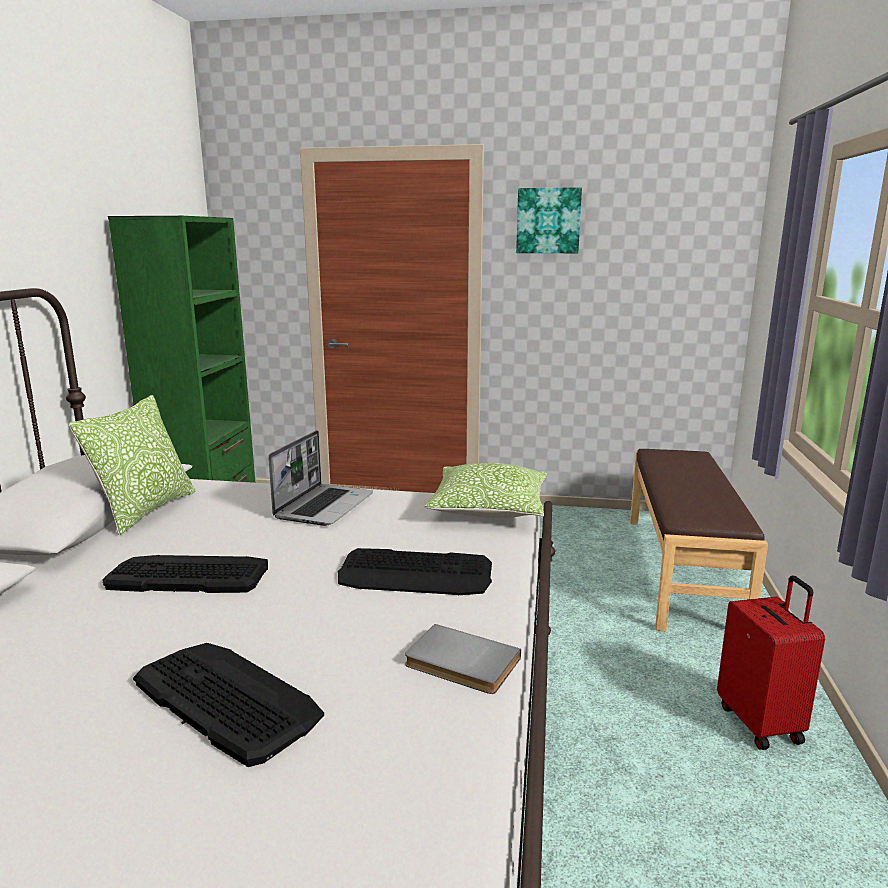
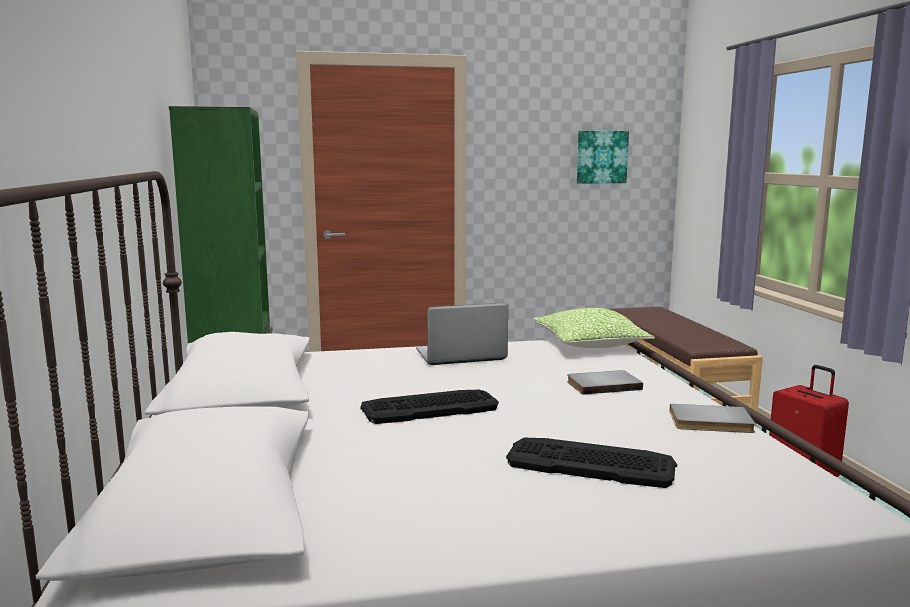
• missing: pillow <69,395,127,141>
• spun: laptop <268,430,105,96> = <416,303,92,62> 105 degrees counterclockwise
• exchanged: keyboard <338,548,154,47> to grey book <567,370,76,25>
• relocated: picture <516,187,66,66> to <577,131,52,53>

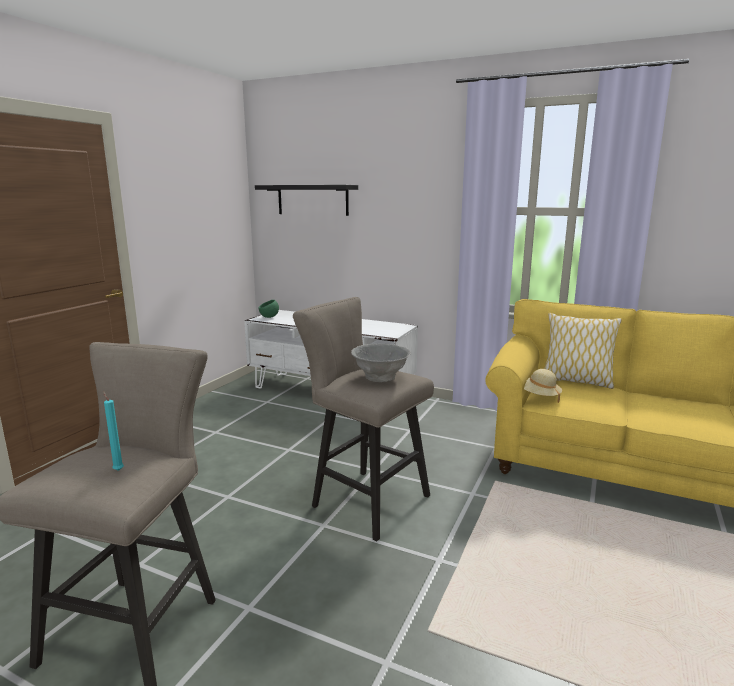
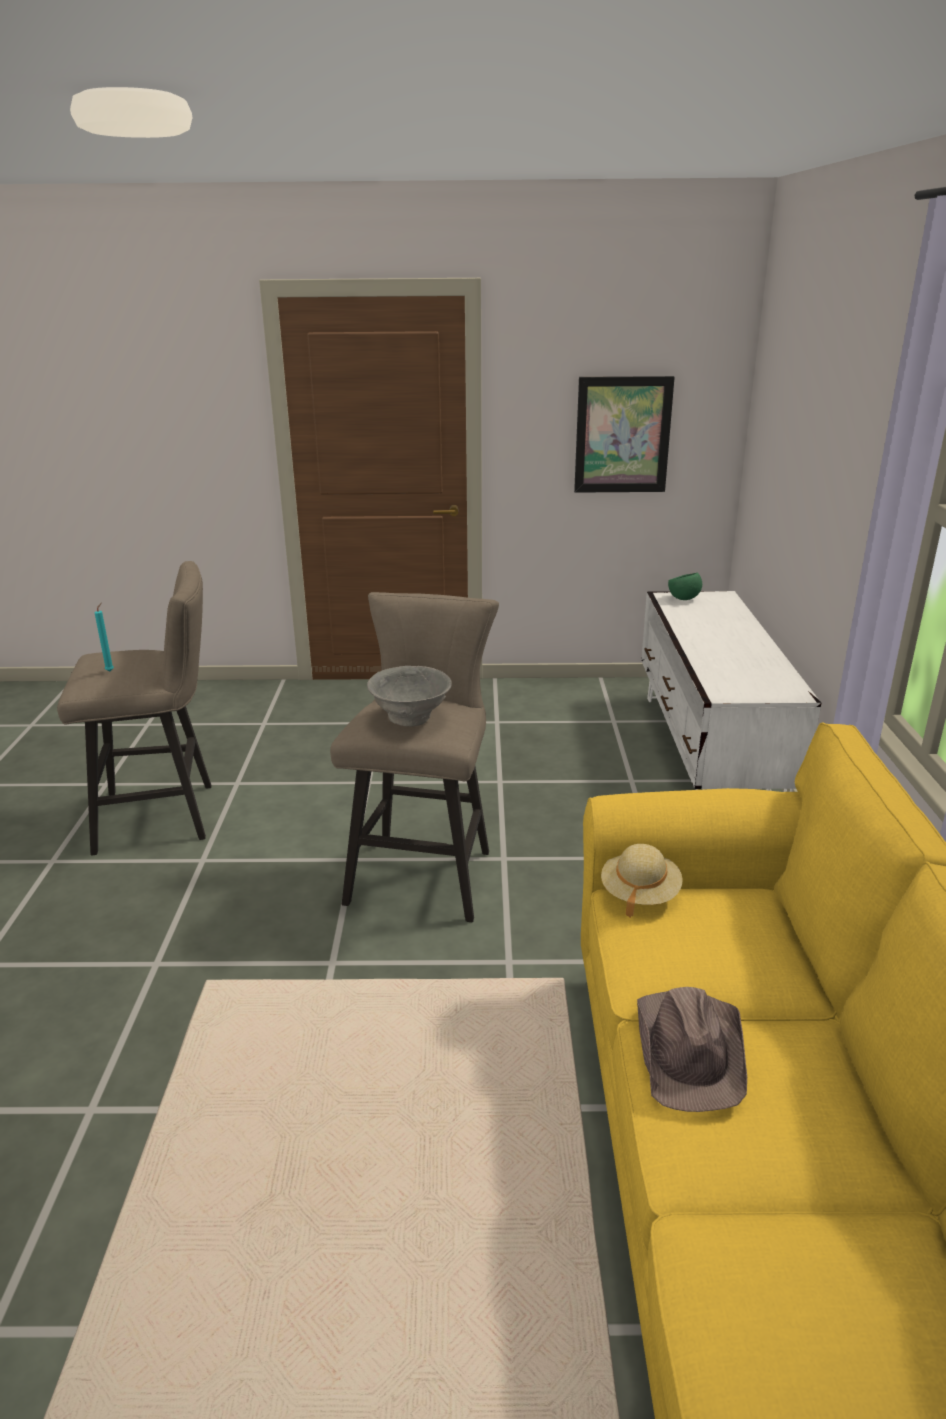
• missing: black shelf <255,185,103,31>
• missing: pillow <544,313,78,76>
• appeared: picture <574,376,101,117>
• appeared: brown hat <637,987,110,125>

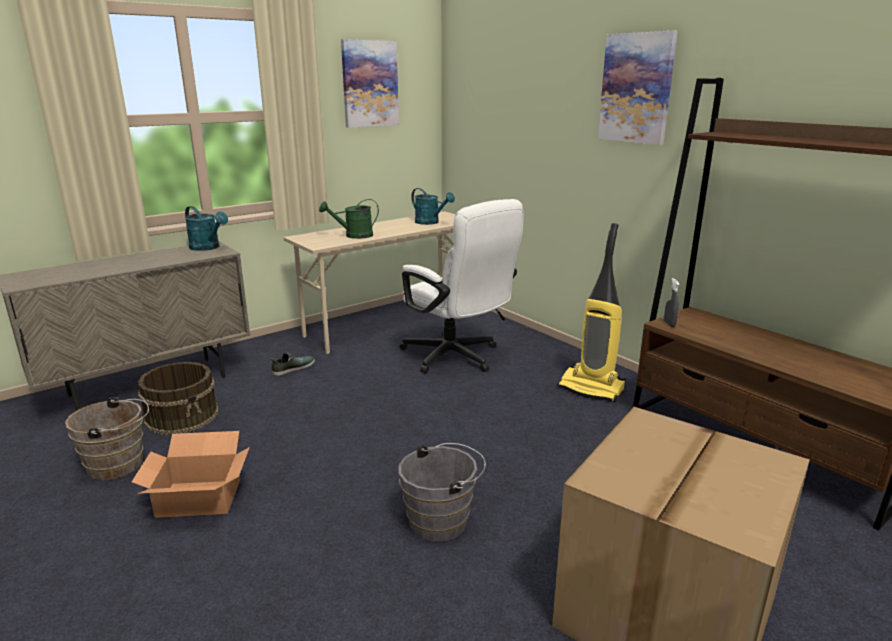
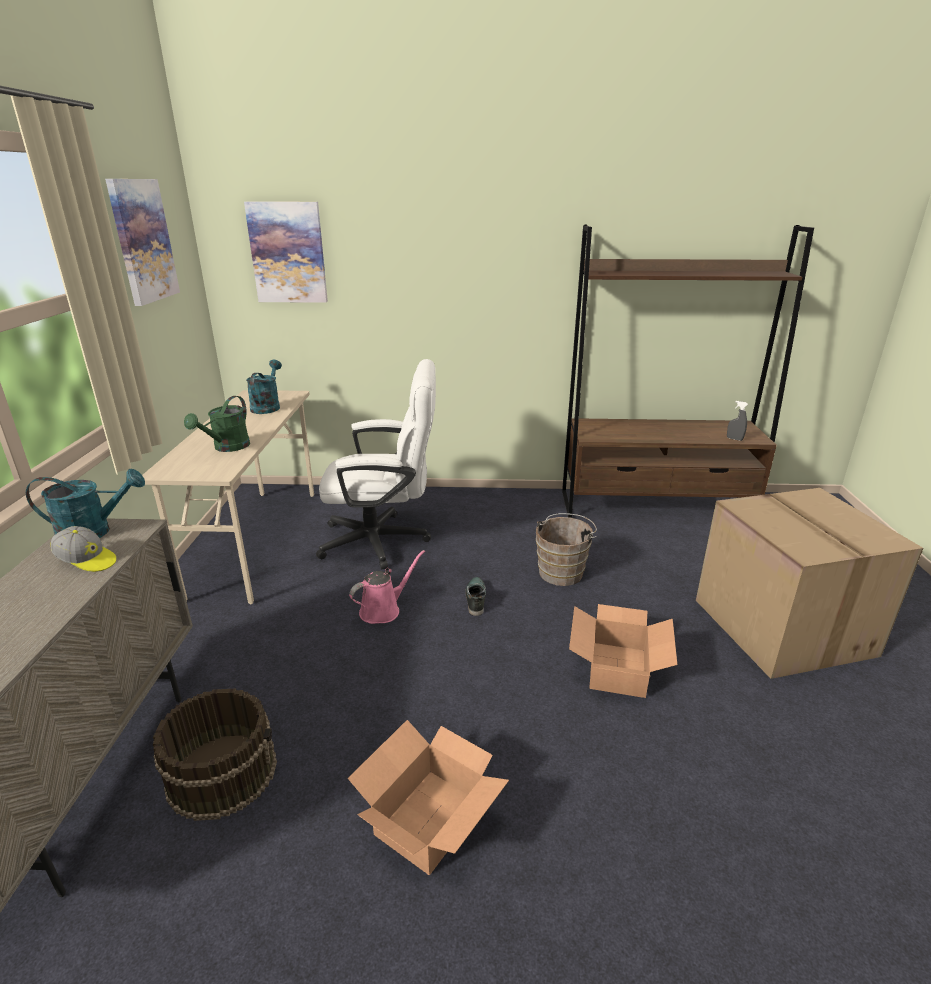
• relocated: brown bucket <65,397,84,83> to <536,513,61,73>
• relocated: shoe <270,353,45,23> to <465,577,21,39>
• exchanged: grey bucket <399,443,87,99> to cardboard box <569,604,108,94>
• spun: turquoise watering can <411,188,44,37> = <246,360,36,54> 75 degrees counterclockwise
• missing: vacuum cleaner <557,223,69,180>
• relocated: picture <598,31,80,114> to <244,202,84,101>
• relocated: grey spray bottle <664,278,16,49> to <727,401,21,40>
• appeared: cap <51,526,65,46>
• appeared: pink watering can <349,550,76,74>

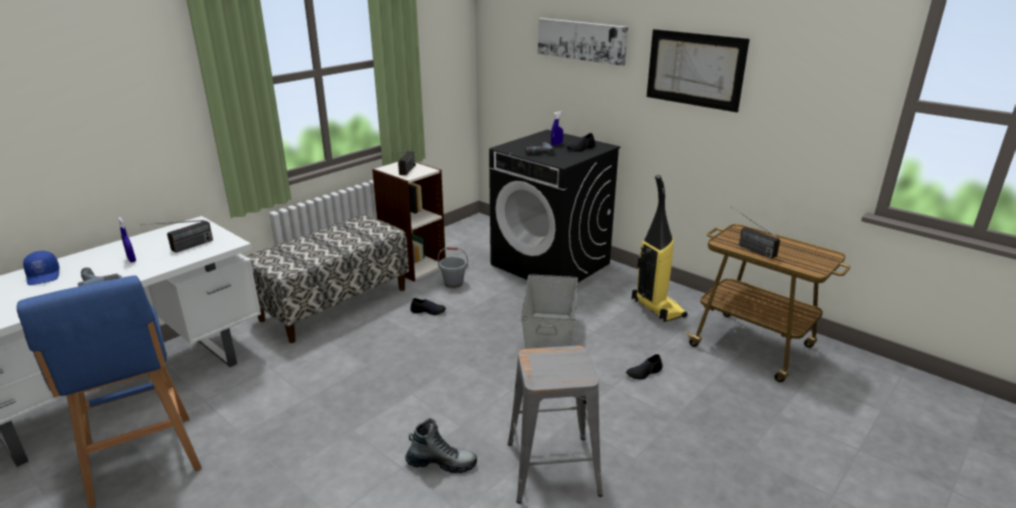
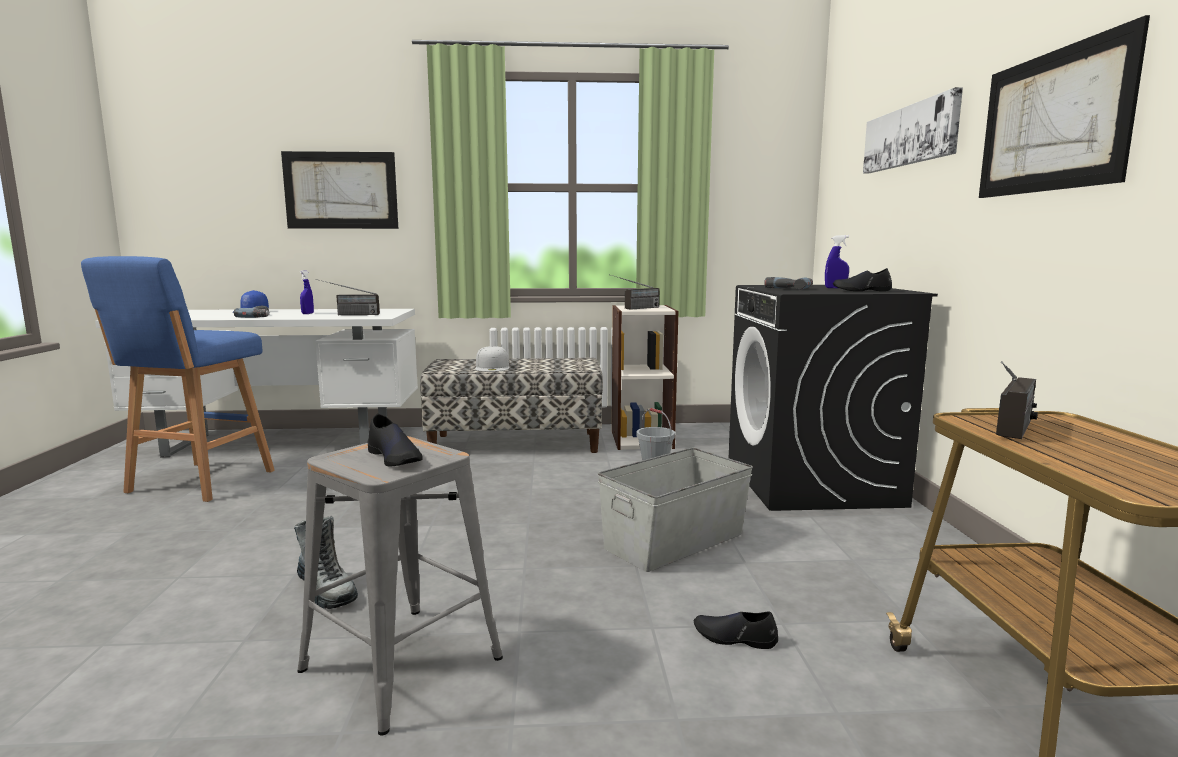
• relocated: black shoe <410,298,36,17> to <368,414,55,52>
• missing: vacuum cleaner <632,175,55,147>
• spun: radio <732,207,48,52> = <996,361,42,78> 150 degrees counterclockwise
• appeared: picture <281,151,117,78>
• appeared: white cap <475,346,34,26>

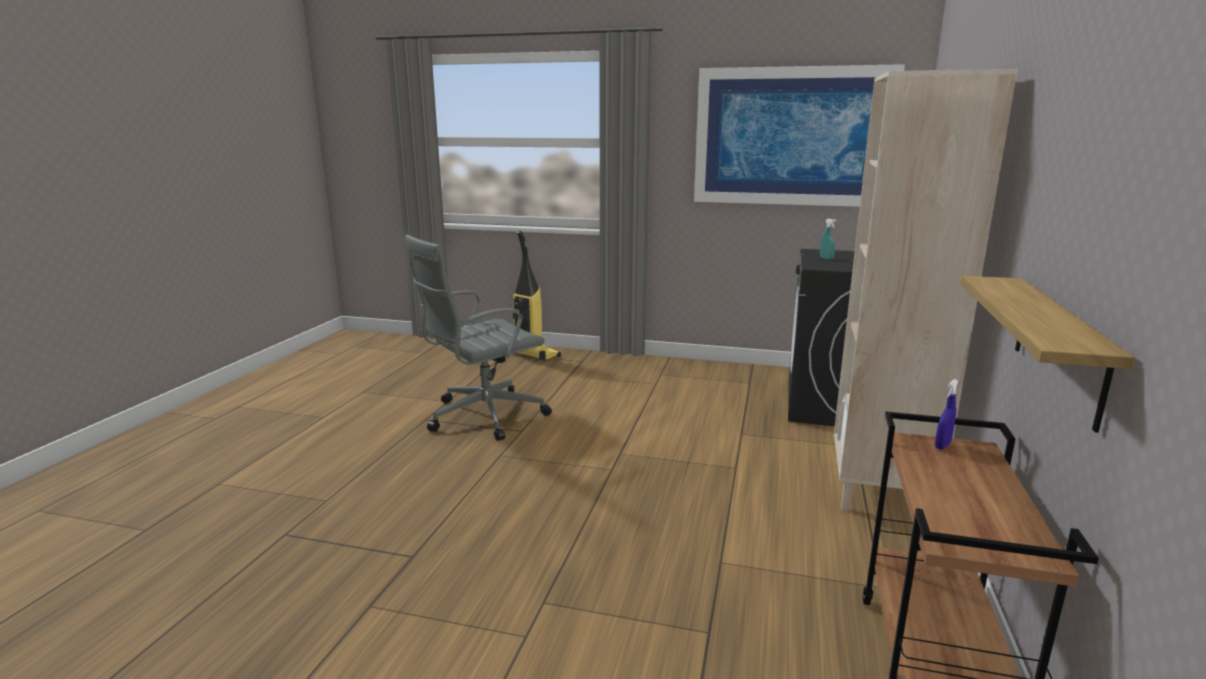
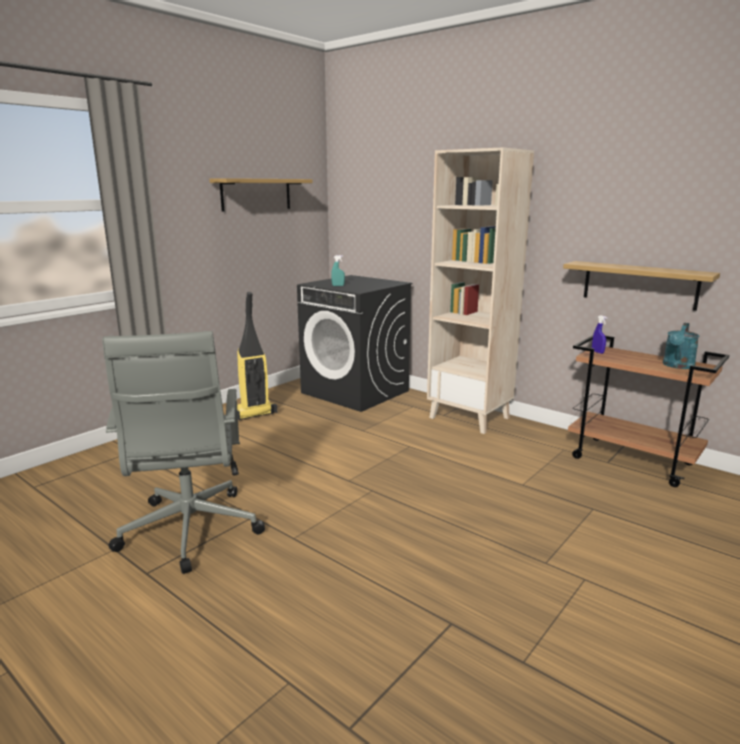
• relocated: vacuum cleaner <513,231,48,130> to <237,292,40,129>
• exchanged: picture <694,64,211,143> to shelf <209,178,104,34>
• appeared: turquoise watering can <663,323,36,46>

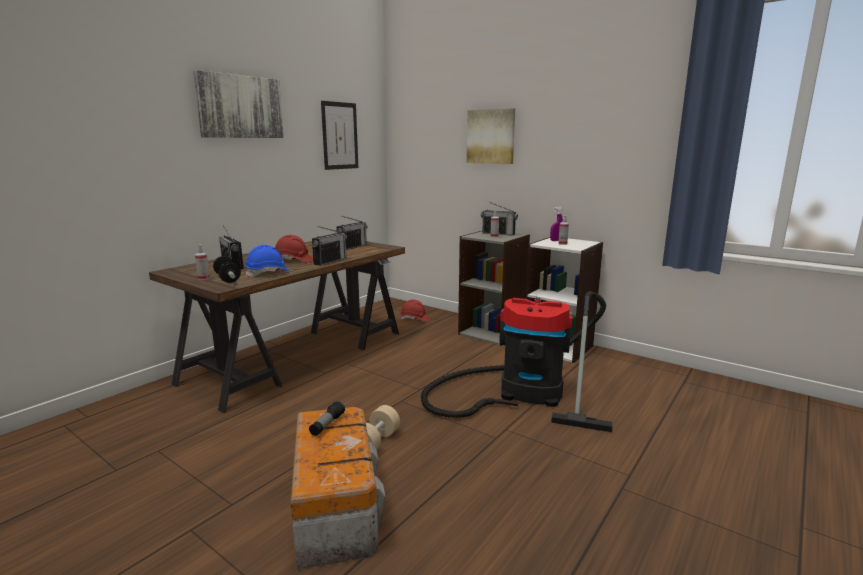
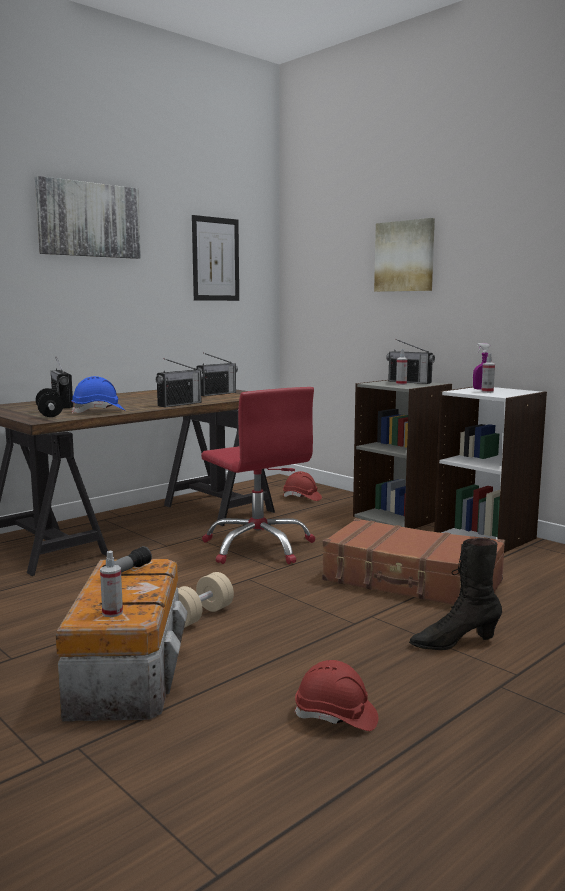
• relocated: spray bottle <195,244,15,36> to <100,551,23,66>
• relocated: red hard hat <275,235,38,28> to <294,660,84,71>
• exchanged: vacuum cleaner <421,291,191,141> to brown suitcase <322,518,183,87>
• appeared: red office chair <201,387,114,177>
• appeared: black boot <409,538,93,112>

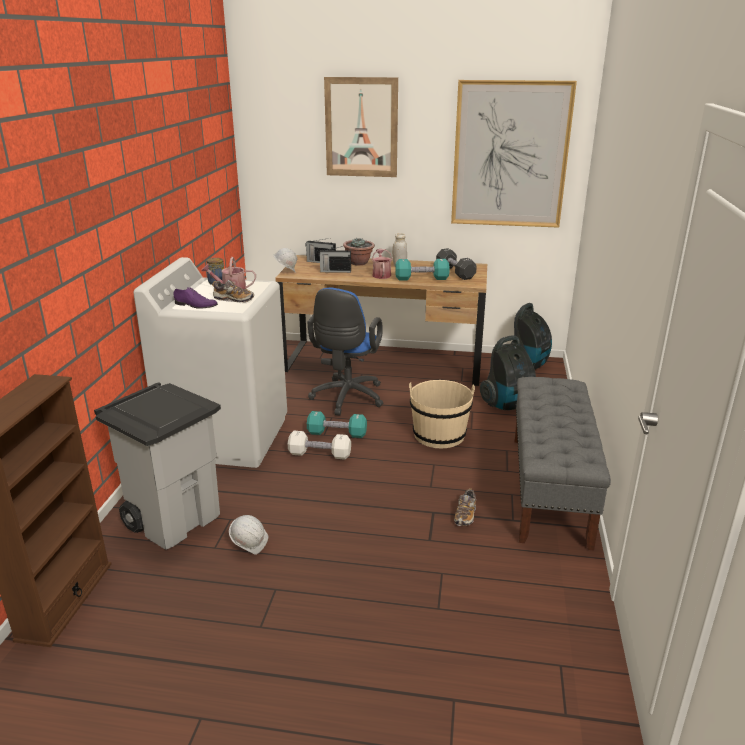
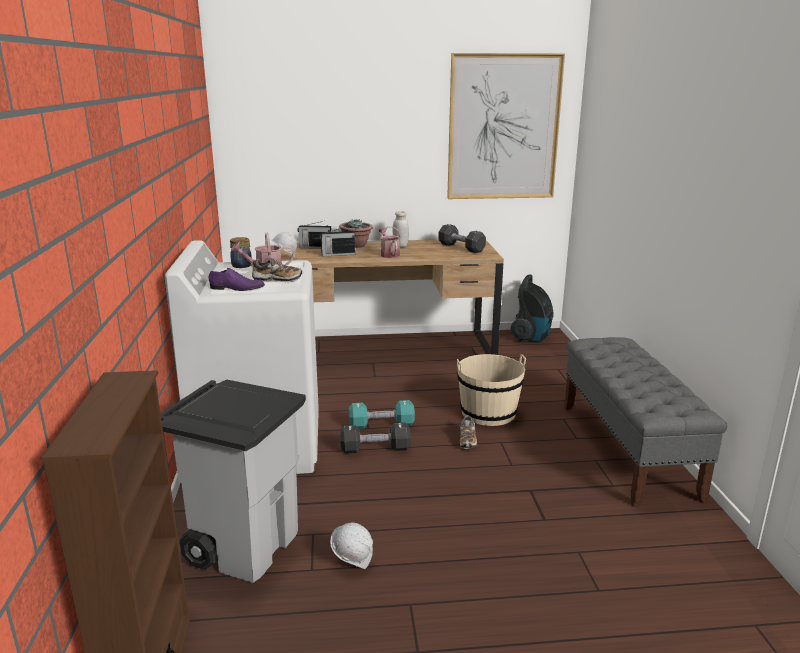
• colour: white dumbbell <288,431,63,29> to black dumbbell <340,423,71,30>
• missing: blue office chair <307,288,76,128>
• missing: picture <324,77,74,100>
• missing: turquoise dumbbell <395,259,55,21>
• relocated: shoe <454,488,22,38> to <460,415,17,34>
• missing: vacuum cleaner <480,335,56,75>

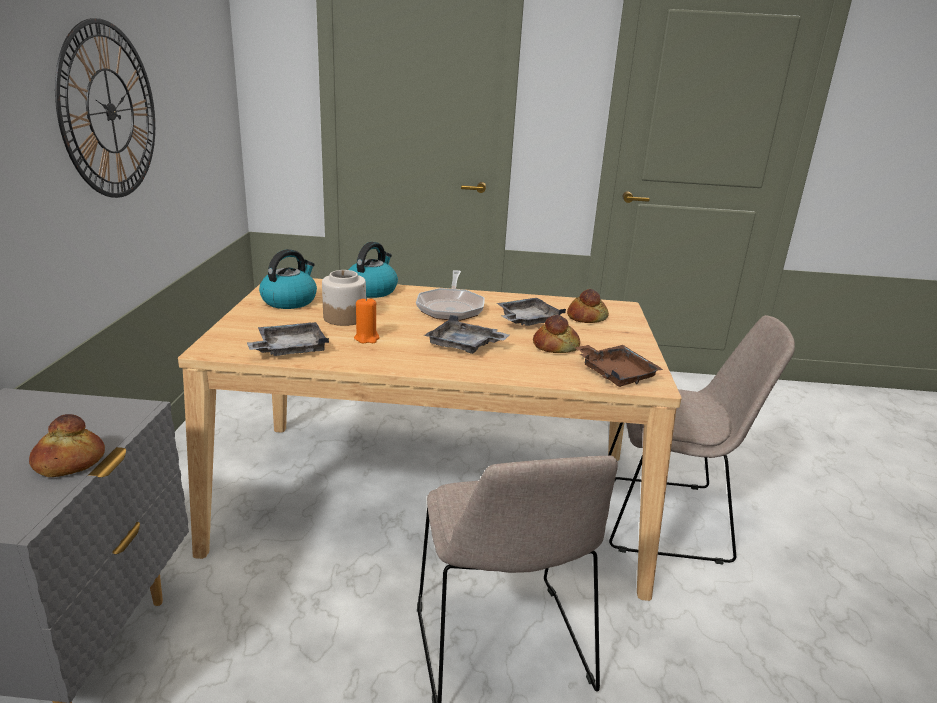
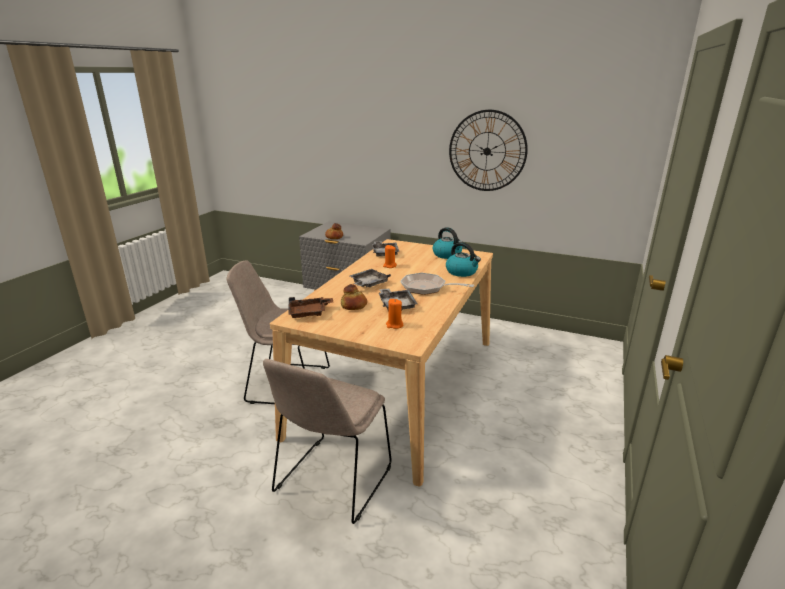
• missing: jar <322,270,44,56>
• exchanged: bread <567,289,42,34> to orange candle <386,299,17,30>

